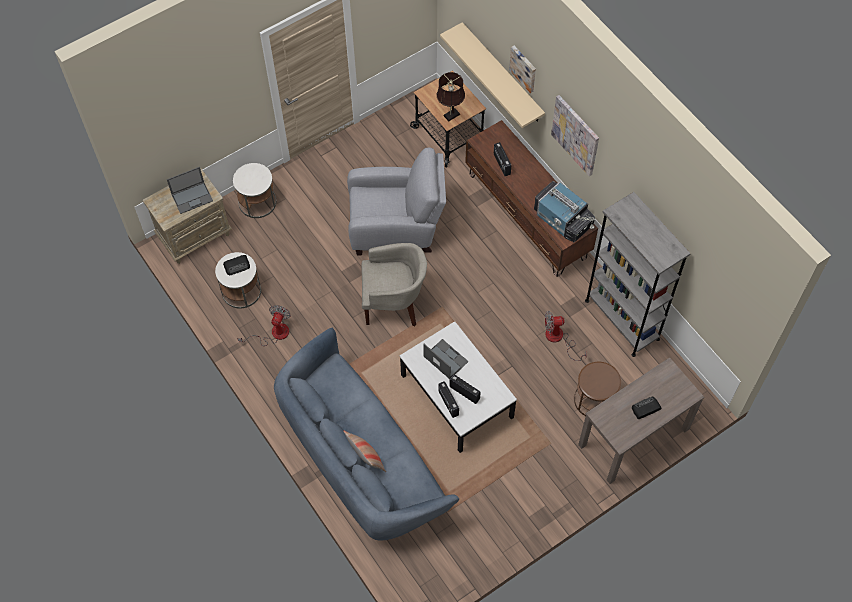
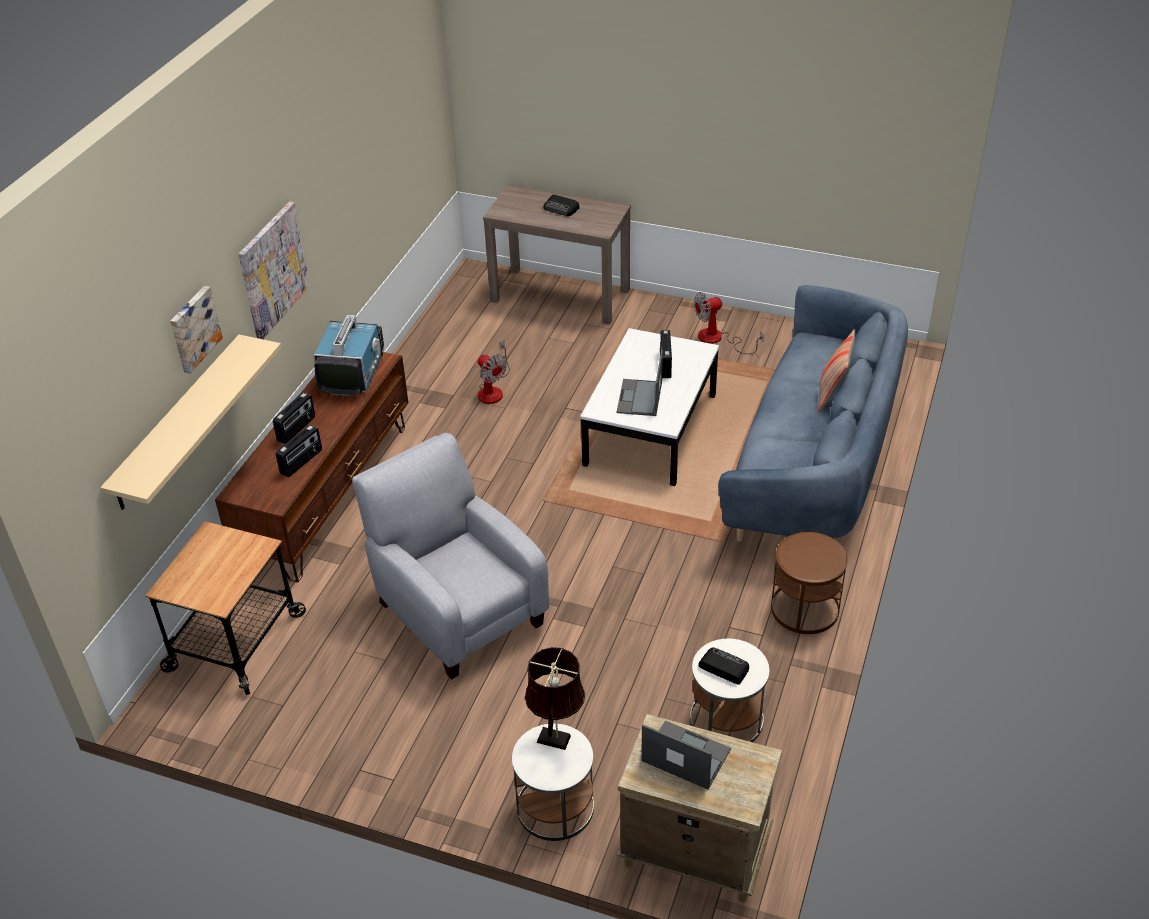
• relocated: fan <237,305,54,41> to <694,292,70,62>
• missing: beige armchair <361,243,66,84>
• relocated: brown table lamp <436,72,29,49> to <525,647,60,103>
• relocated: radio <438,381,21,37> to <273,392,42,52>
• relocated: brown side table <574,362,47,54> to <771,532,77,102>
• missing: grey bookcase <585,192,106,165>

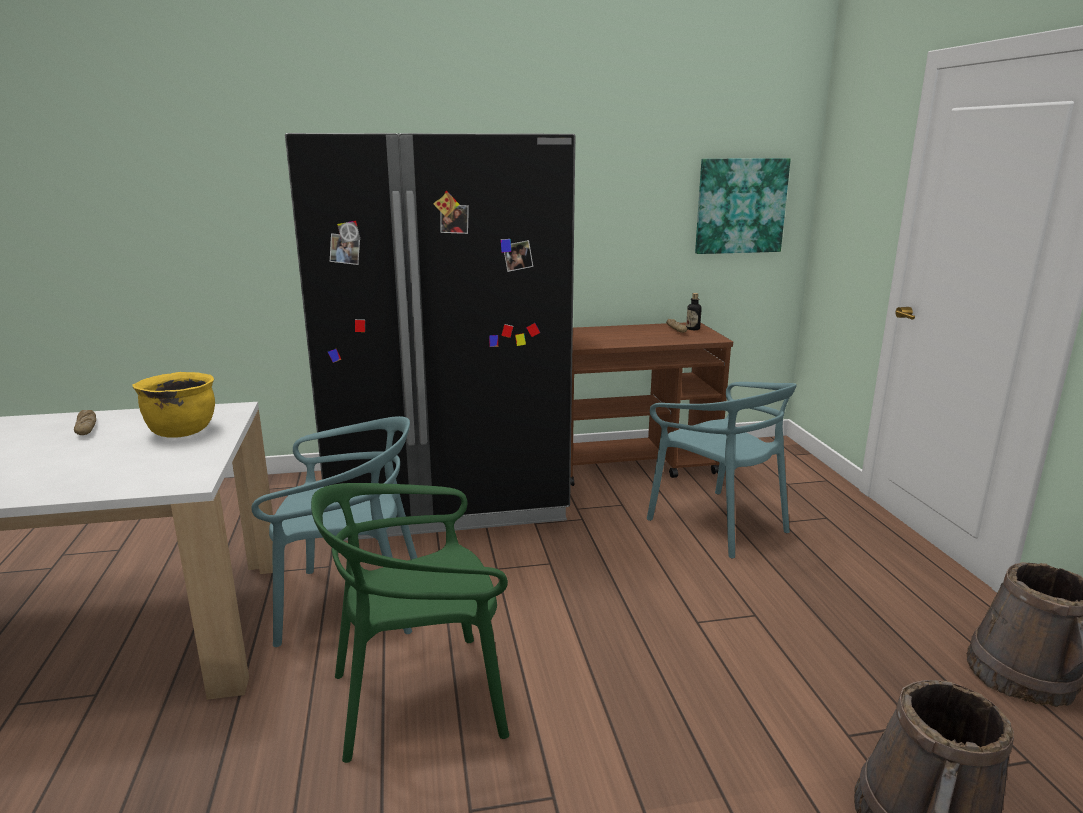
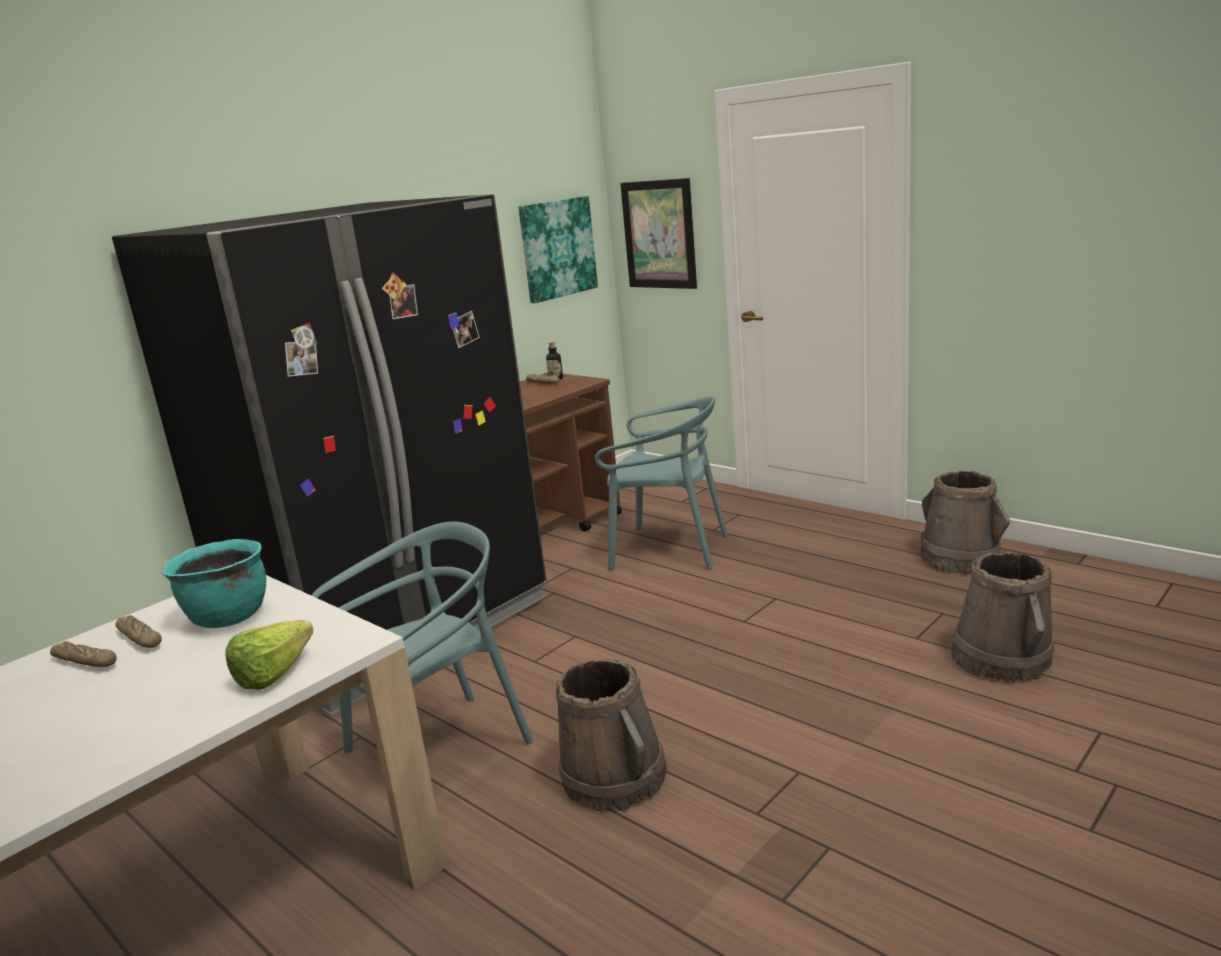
• colour: yellow cooking pot <132,372,83,66> to turquoise cooking pot <162,539,104,89>
• exchanged: green chair <311,483,198,280> to brown bucket <556,659,111,152>
• appeared: bread <116,615,46,33>
• appeared: lettuce <225,620,88,70>
• appeared: picture <620,178,77,111>

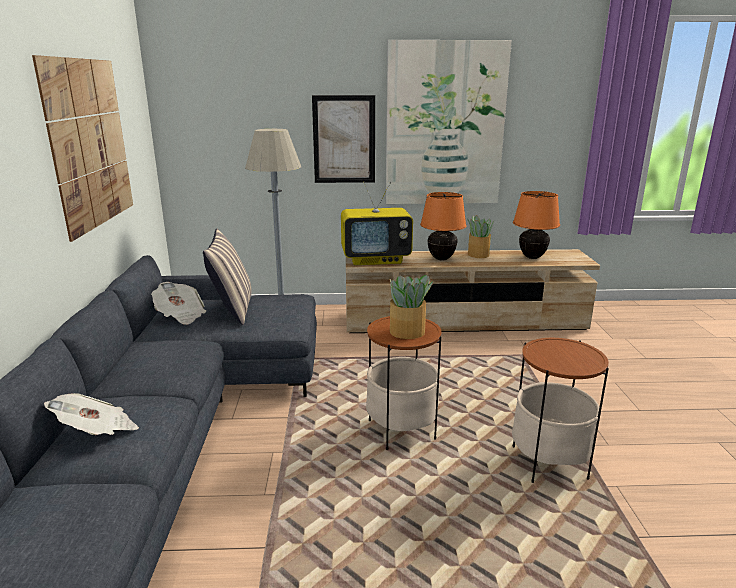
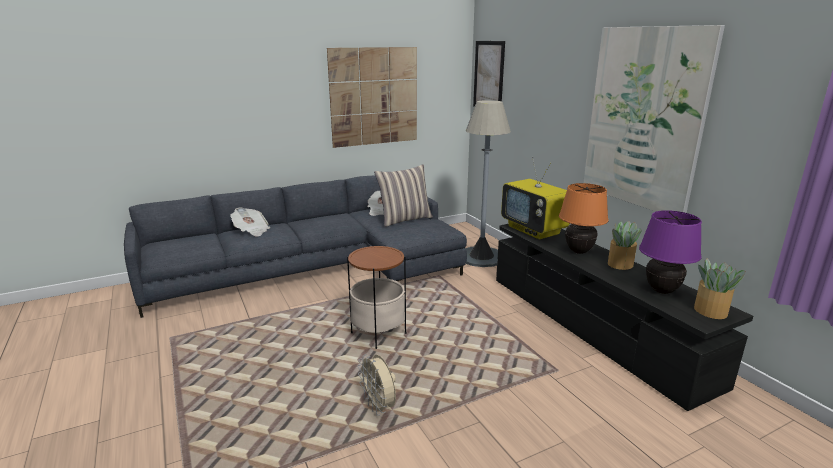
• relocated: picture <312,95,63,88> to <473,41,32,66>
• colour: beige tv stand <346,249,254,84> to black tv stand <496,224,257,187>
• relocated: potted plant <389,275,45,64> to <694,259,52,60>
• exchanged: side table <512,338,97,145> to beige fan <357,354,39,62>
• colour: orange table lamp <513,191,47,68> to purple table lamp <639,210,63,84>

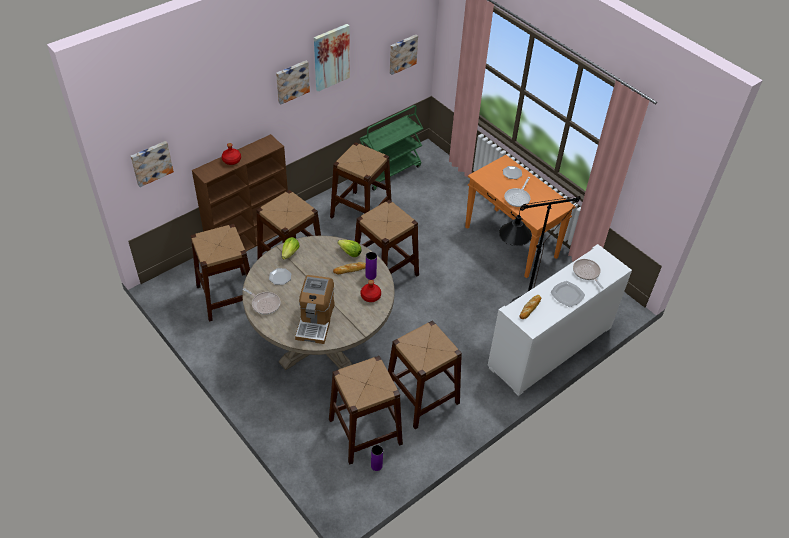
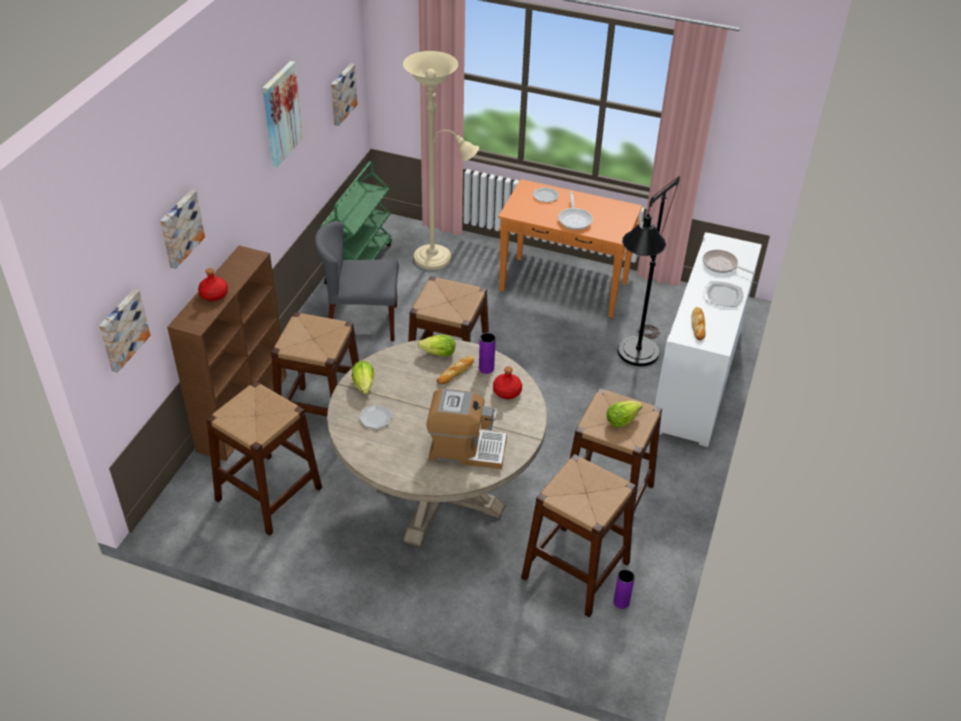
• missing: frying pan <243,288,37,27>
• relocated: picture <276,61,34,43> to <160,190,45,79>
• spun: coffee machine <295,275,39,69> = <426,389,81,80> 60 degrees counterclockwise
• exchanged: brown stool <330,142,62,77> to grey chair <315,221,84,120>
• appeared: beige floor lamp <403,51,76,219>
• appeared: lettuce <606,401,36,27>

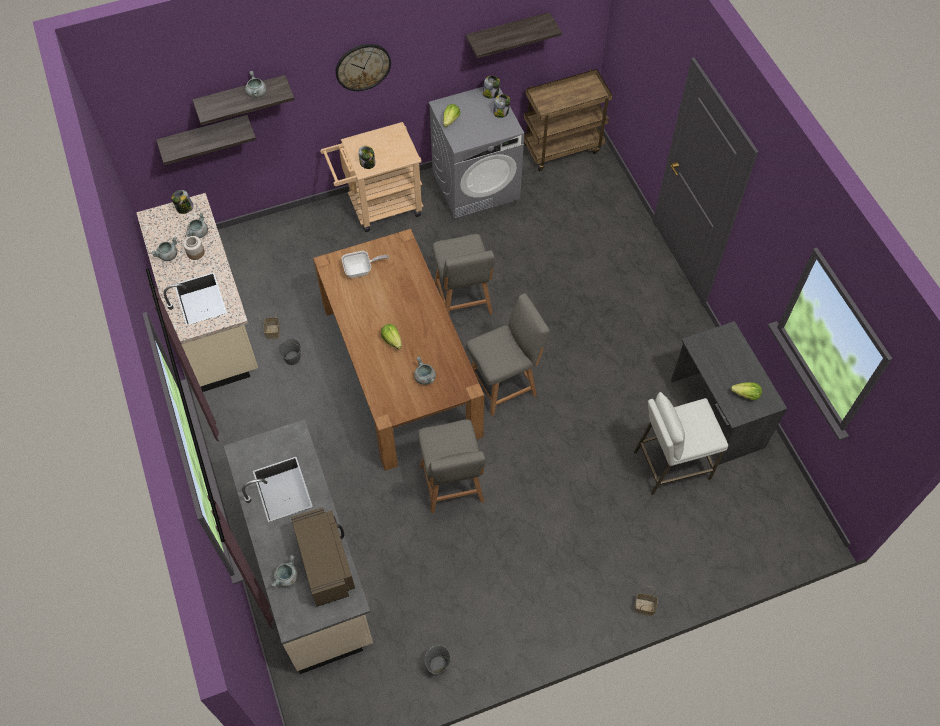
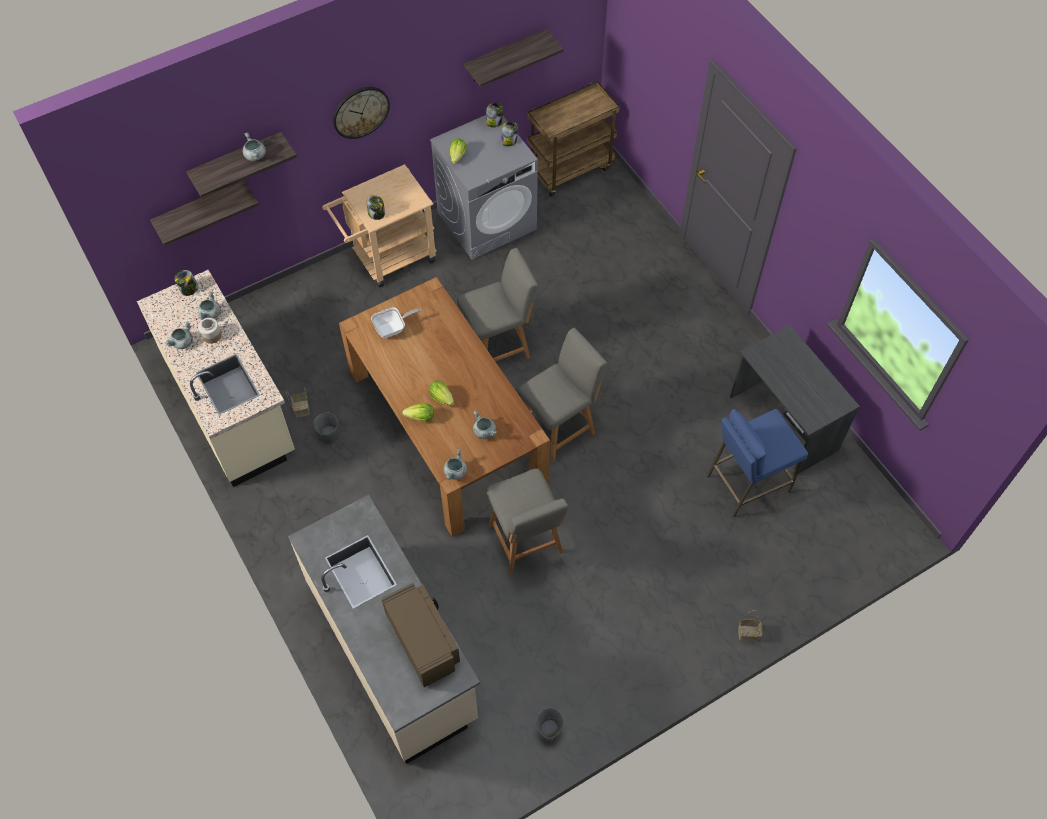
• relocated: grey cooking pot <272,555,26,32> to <444,449,23,31>
• spun: grey chair <432,234,63,80> = <457,248,81,113> 90 degrees counterclockwise
• colour: white stool <634,392,94,103> to blue stool <707,409,101,109>
• relocated: lettuce <731,382,31,18> to <402,403,32,19>

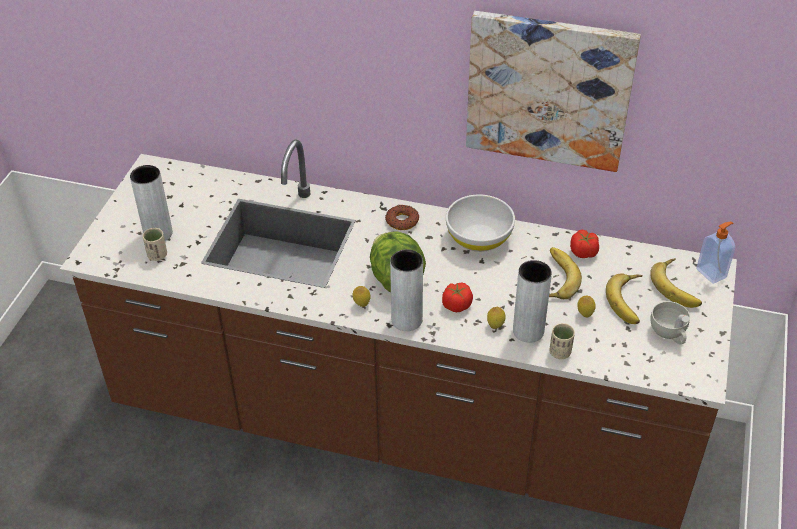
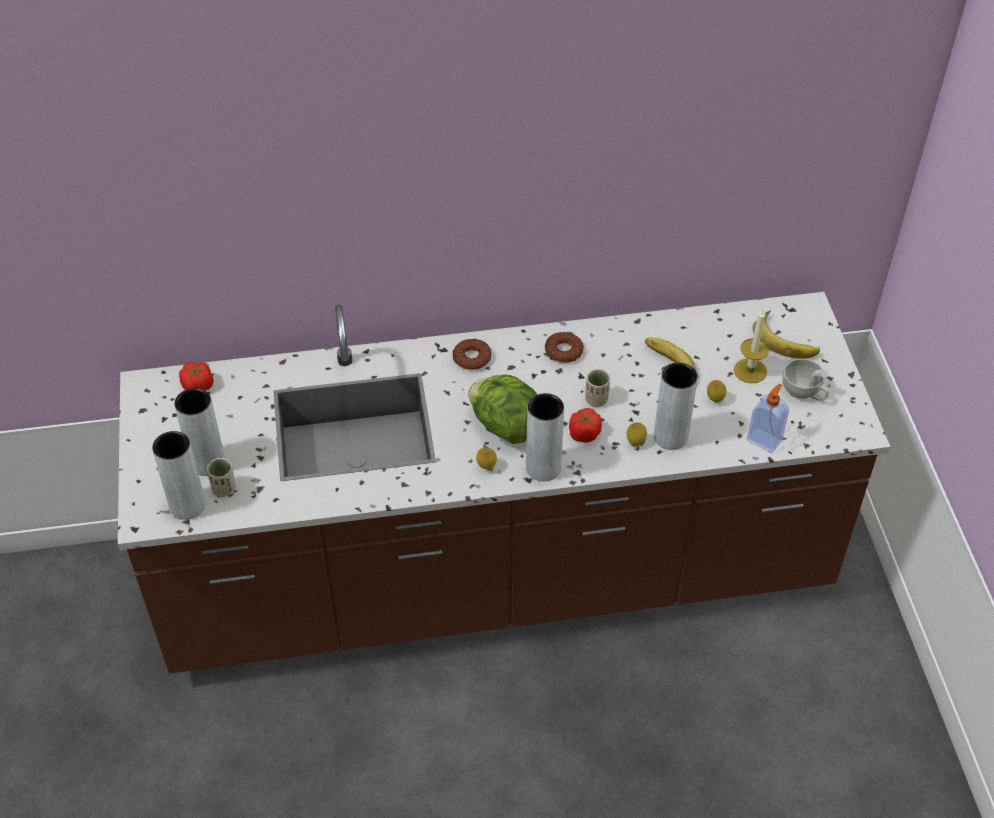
• exchanged: white bowl <446,195,69,57> to donut <545,332,39,31>
• missing: picture <466,11,175,161>
• relocated: beige cup <549,323,26,36> to <585,369,25,38>
• relocated: tomato <570,230,29,28> to <179,362,35,28>
• exchanged: banana <606,273,37,51> to candle <734,309,35,74>
• relocated: soap dispenser <696,222,39,62> to <747,384,42,69>
• appeared: grey vase <152,431,54,89>

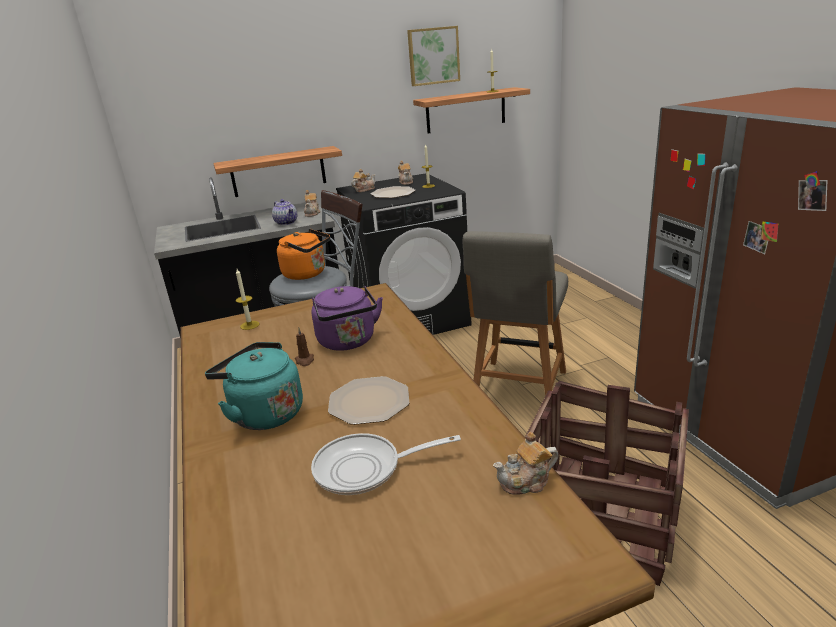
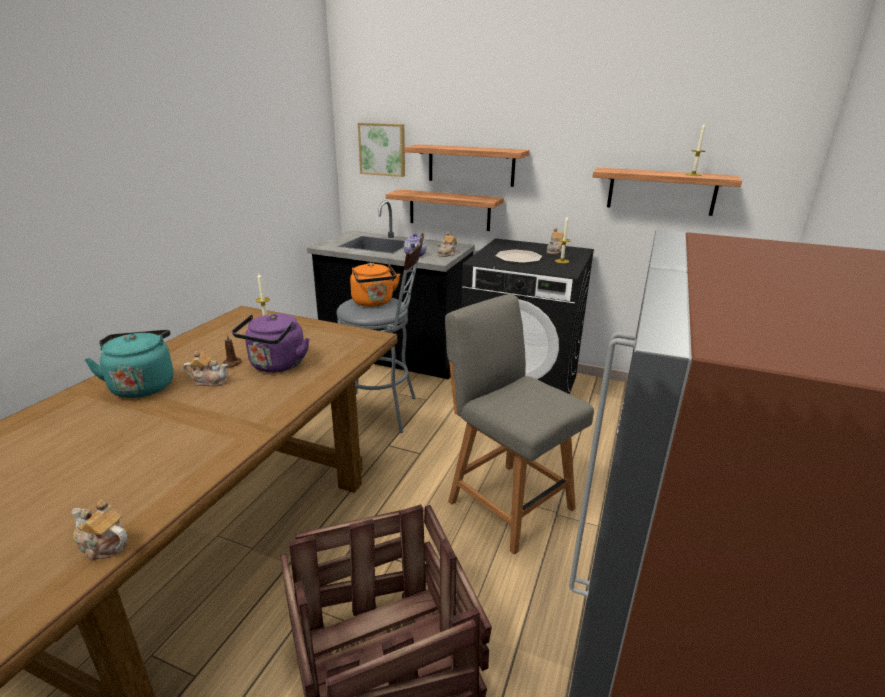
• missing: frying pan <311,433,150,62>
• missing: plate <328,376,81,49>
• relocated: teapot <351,169,24,23> to <183,351,45,35>
• relocated: picture <407,26,53,60> to <358,123,47,54>
• spun: grey chair <463,231,105,165> = <445,294,149,261> 75 degrees clockwise
• appeared: shelf <404,144,126,43>

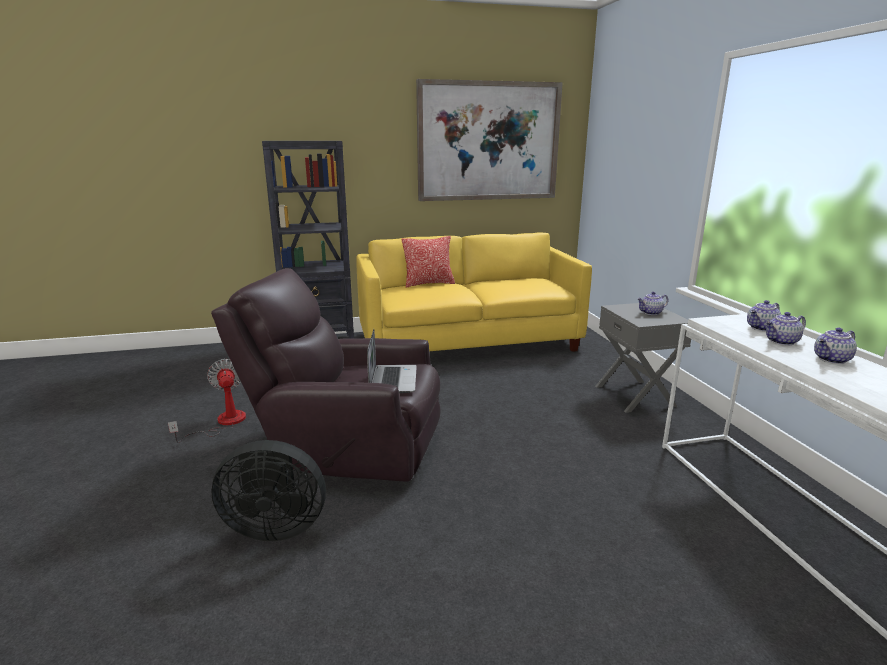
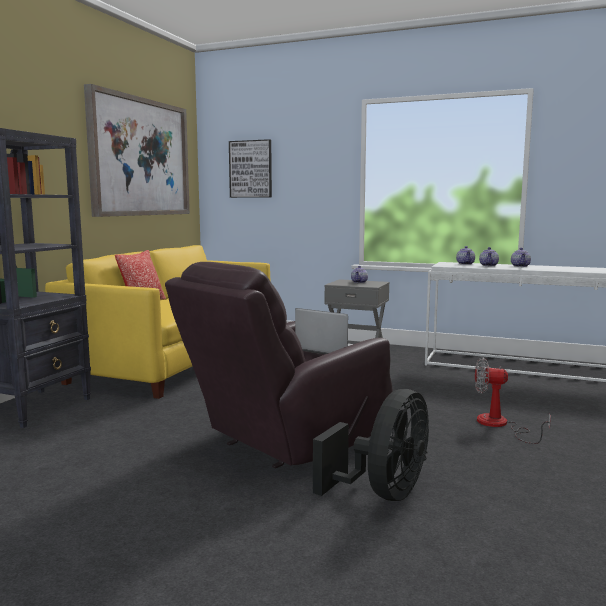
• relocated: fan <168,359,78,84> to <475,357,76,87>
• appeared: picture <229,139,43,59>

